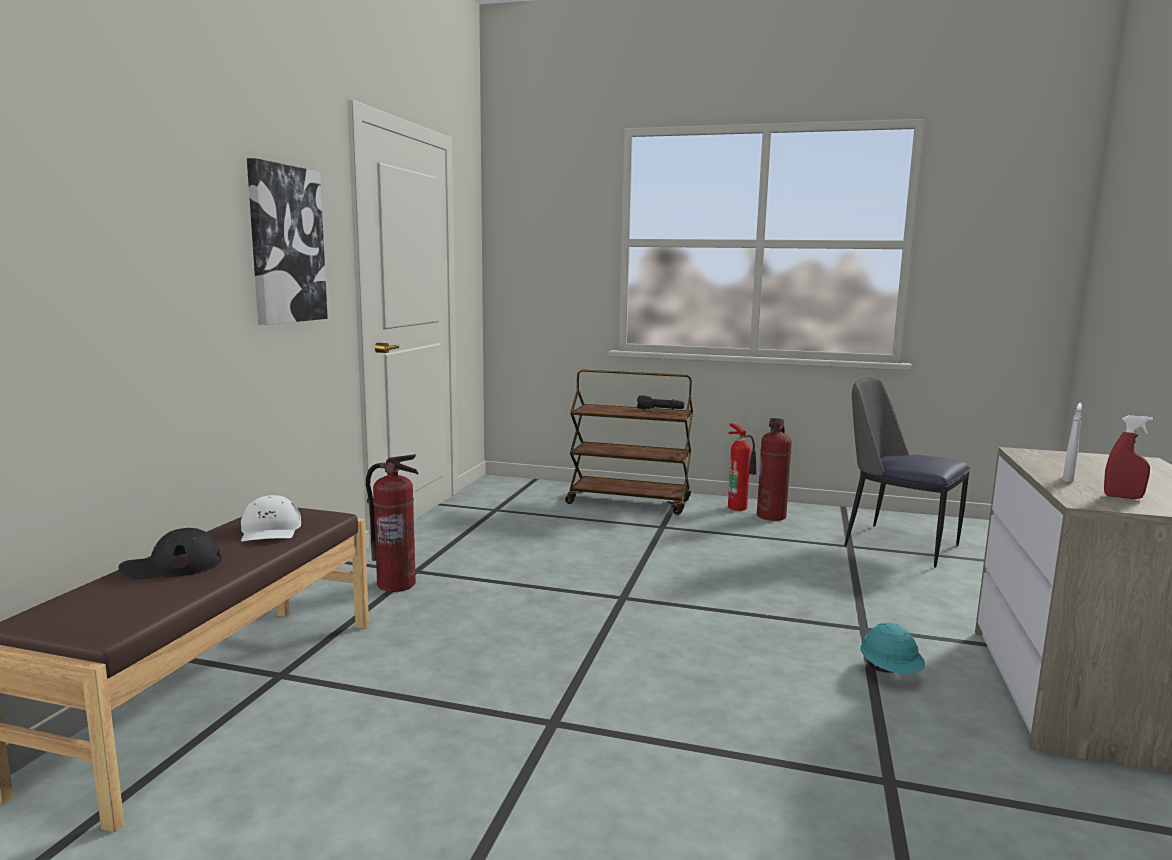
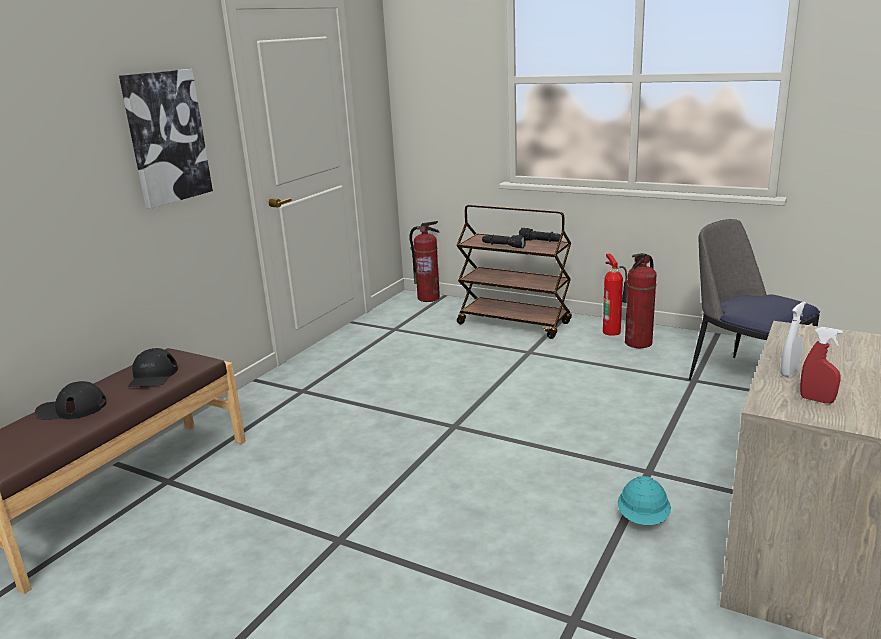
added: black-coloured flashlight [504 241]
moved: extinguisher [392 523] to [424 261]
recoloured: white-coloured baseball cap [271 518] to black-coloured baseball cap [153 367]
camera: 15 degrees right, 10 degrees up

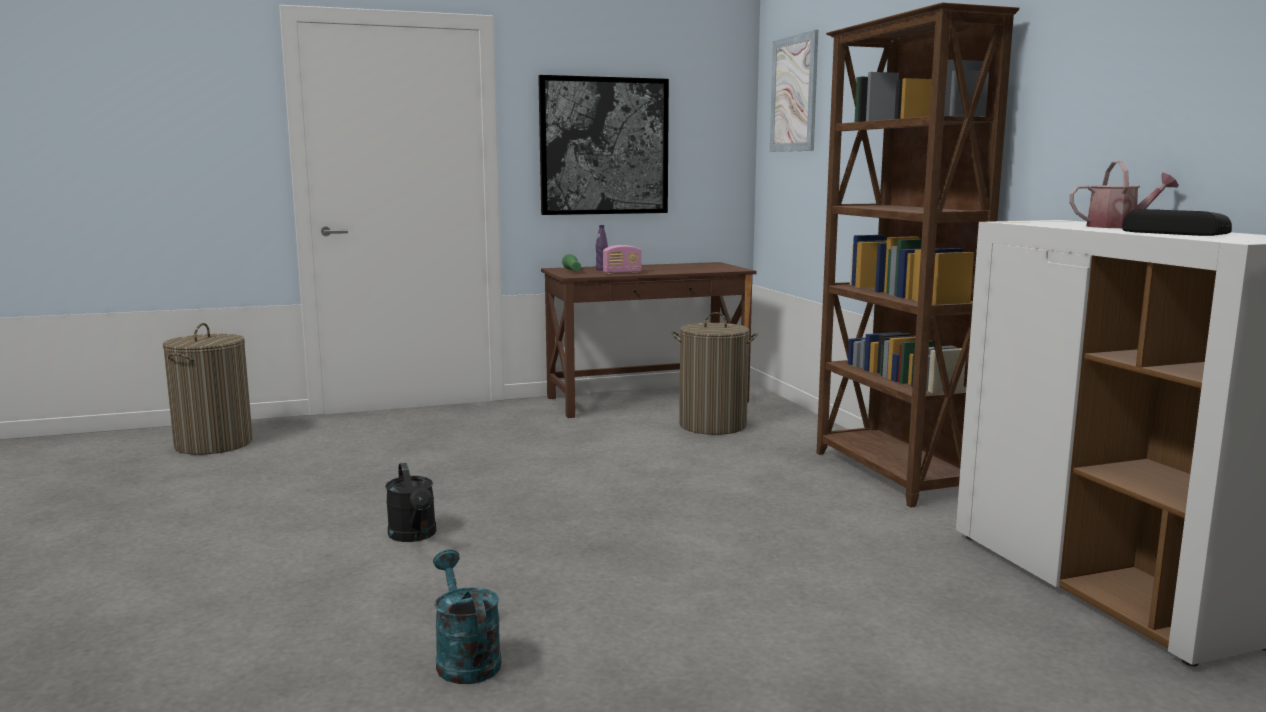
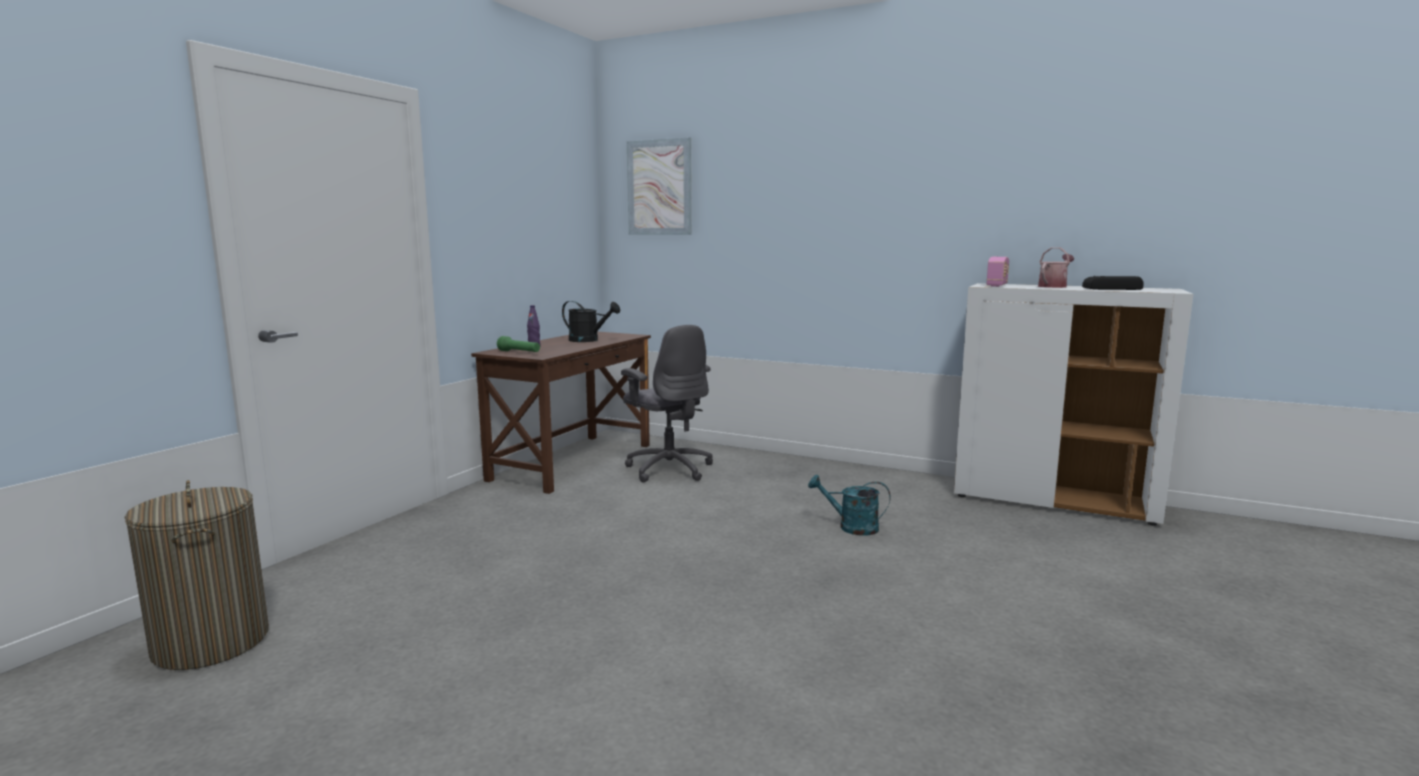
removed: brown-coloured bookshelf [918 255]; picture [603 145]
moved: radio set [622 259] to [997 272]; black-coloured sprinkling can [410 502] to [591 321]; turquoise-coloured sprinkling can [467 617] to [849 505]
replaced: washing basket [714 373] to grey desk chair [667 403]
camera: 45 degrees left, 0 degrees up

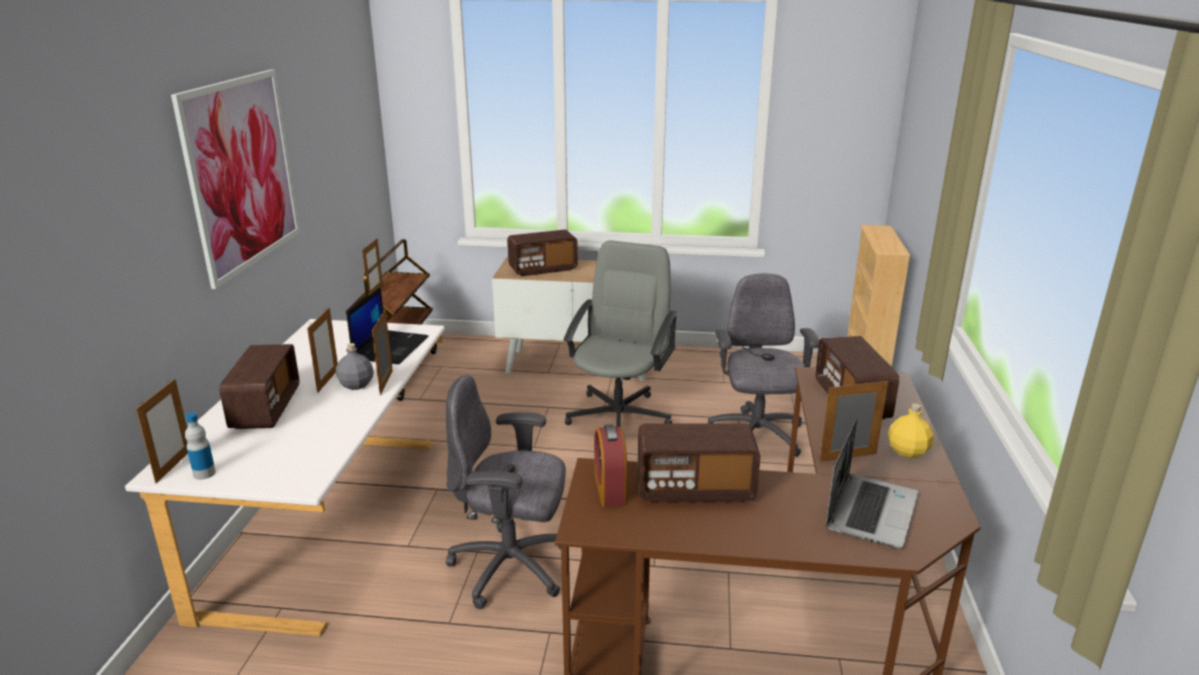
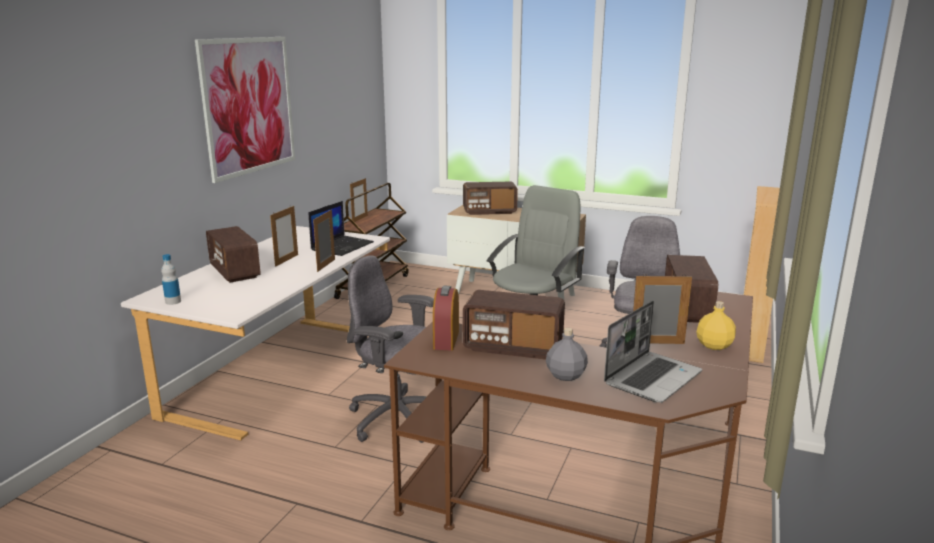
removed: standing frame [162 431]
moved: grey bottle [355 366] to [567 354]
turned: radio set [259 386] = [233 254] 135 degrees clockwise
camera: 15 degrees right, 5 degrees down

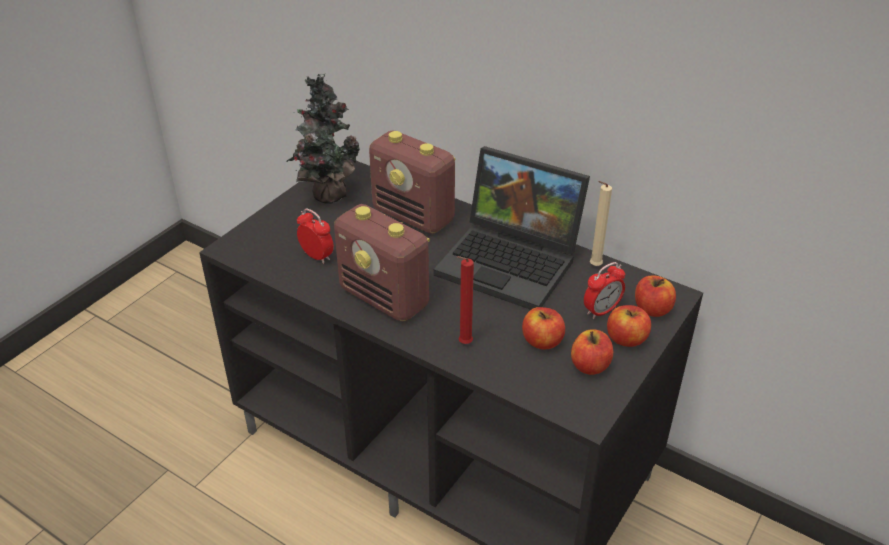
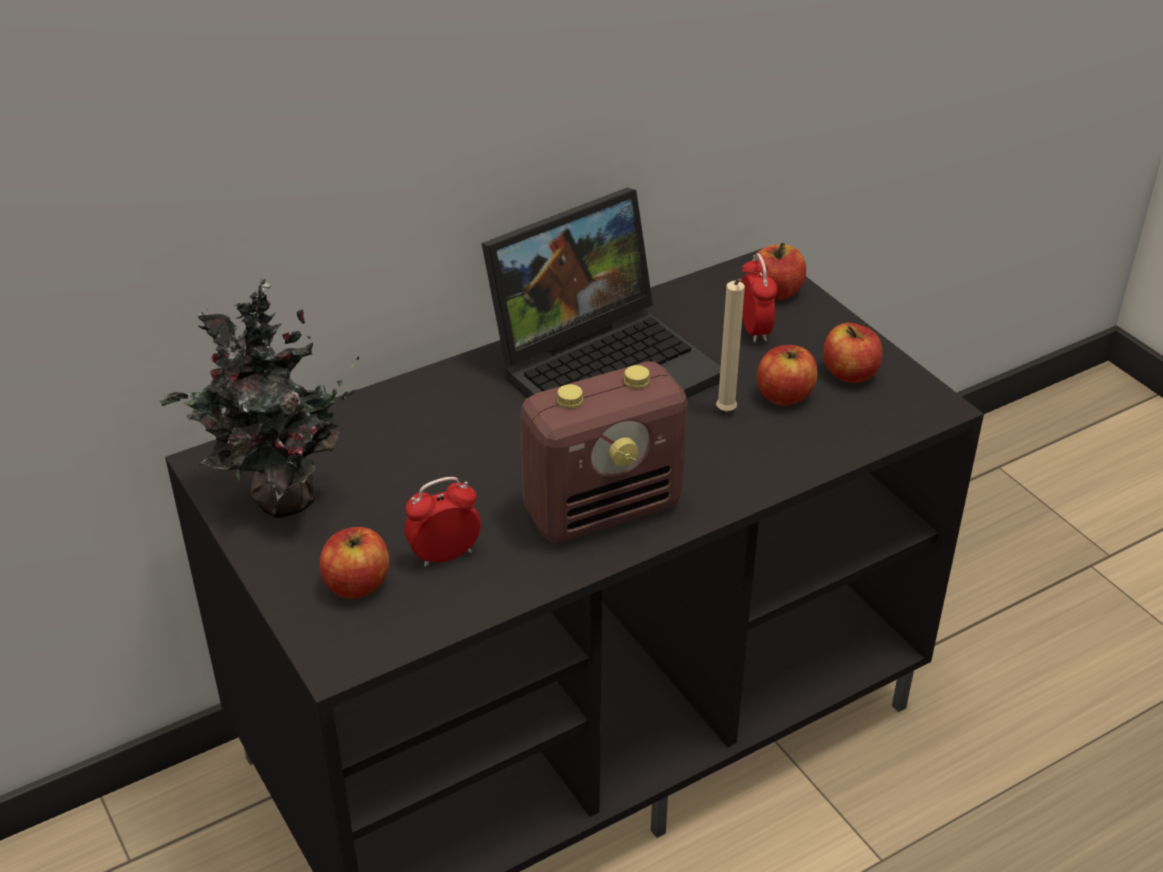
removed: radio set [412 182]; red-coloured candle [465 300]
moved: beige-coloured candle [601 223] to [730 345]; apple [629 326] to [354 563]
camera: 65 degrees left, 0 degrees up

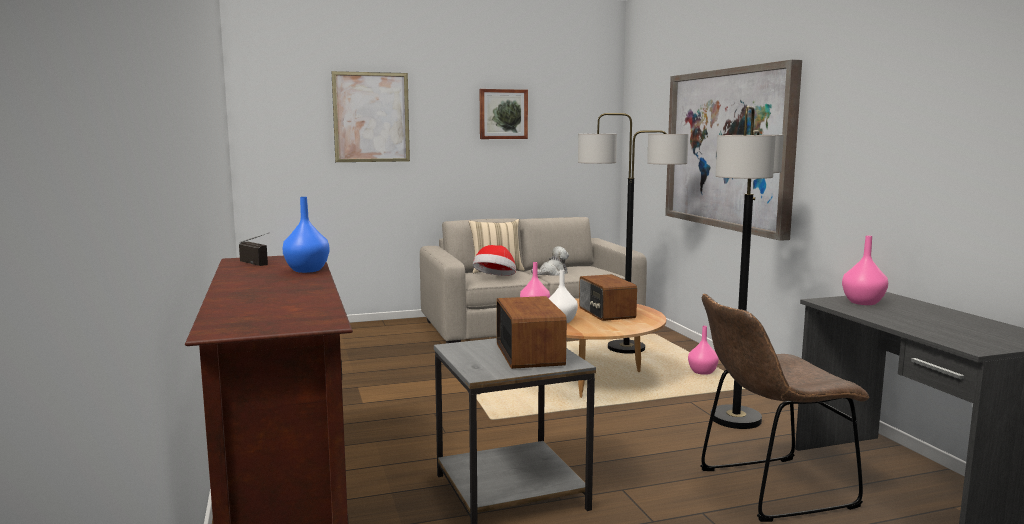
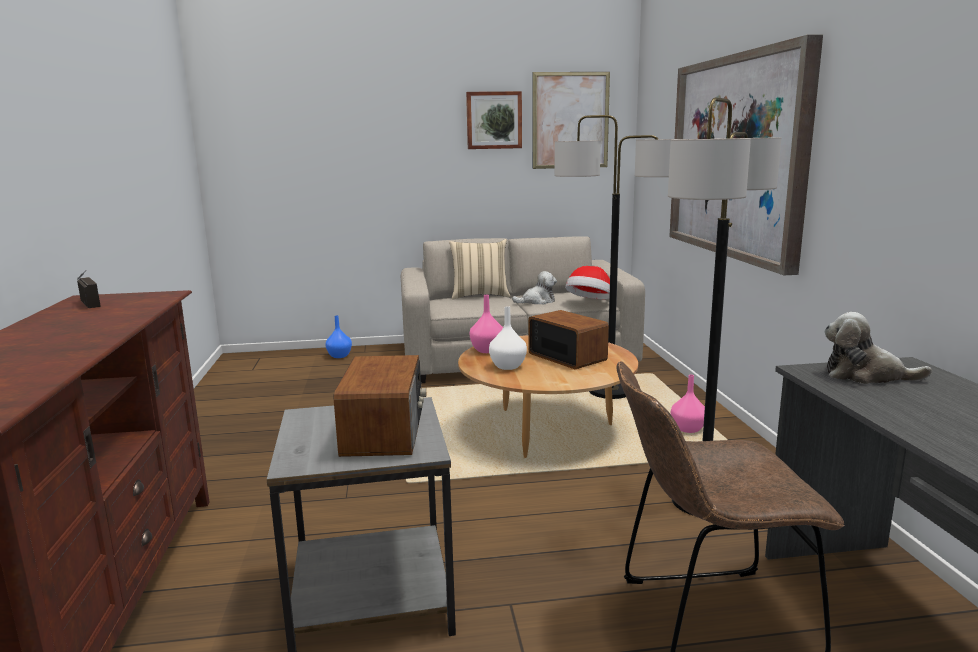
moved: picture [370 116] to [571 120]; blue-coloured flower vase [306 235] to [338 336]; clothing hat [494 260] to [587 282]
replaced: pinkish flower vase [865 270] to cuddly toy [878 348]
turned: radio set [608 297] = [568 339] 150 degrees clockwise
camera: 10 degrees right, 5 degrees up

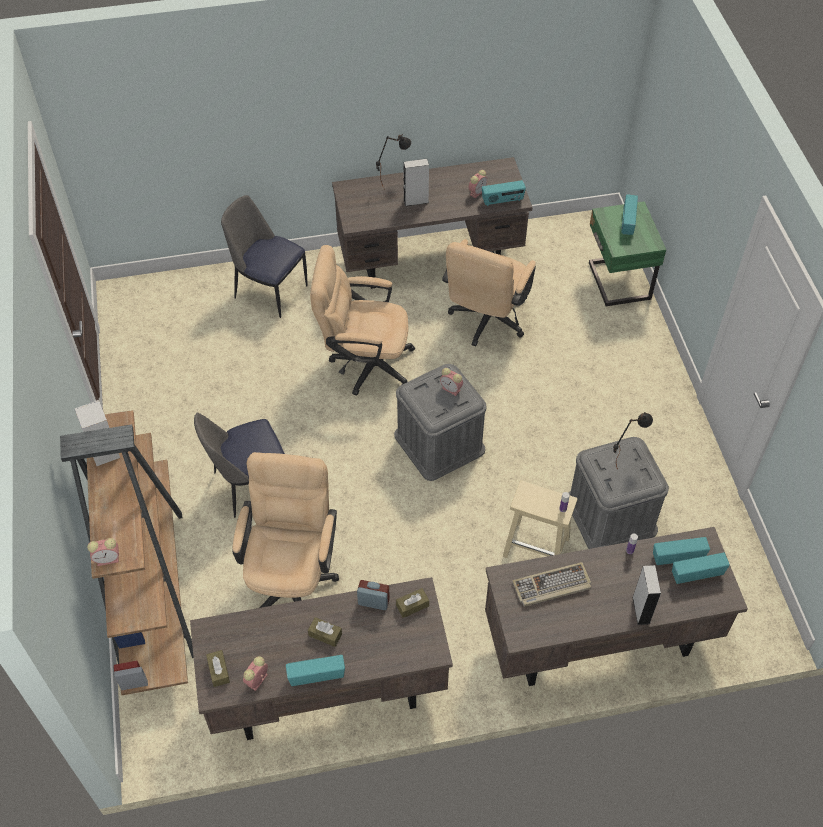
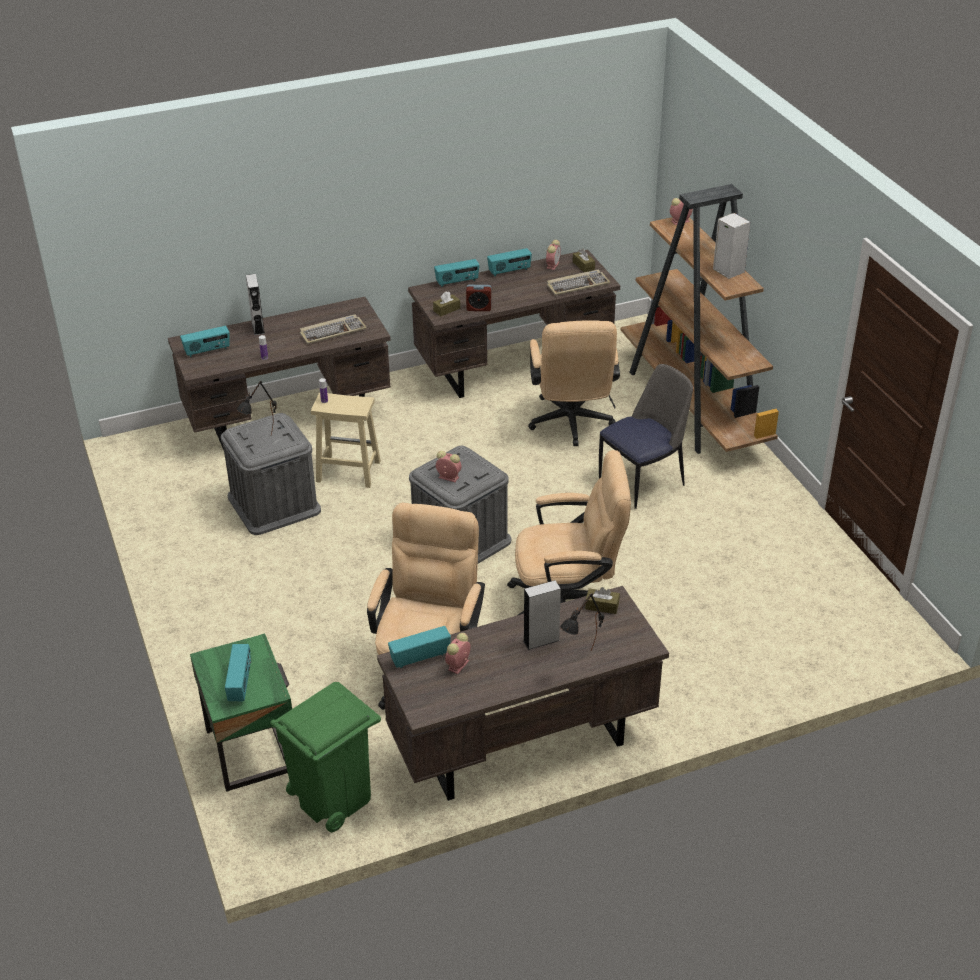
removed: upright chair [264 256]
added: computer keyboard [579 283]; greenish trash can [325 757]
moved: radio set [681 551] to [456 273]; brown-coloured tissue holder [325 632] to [602 600]
camera: 170 degrees right, 15 degrees down

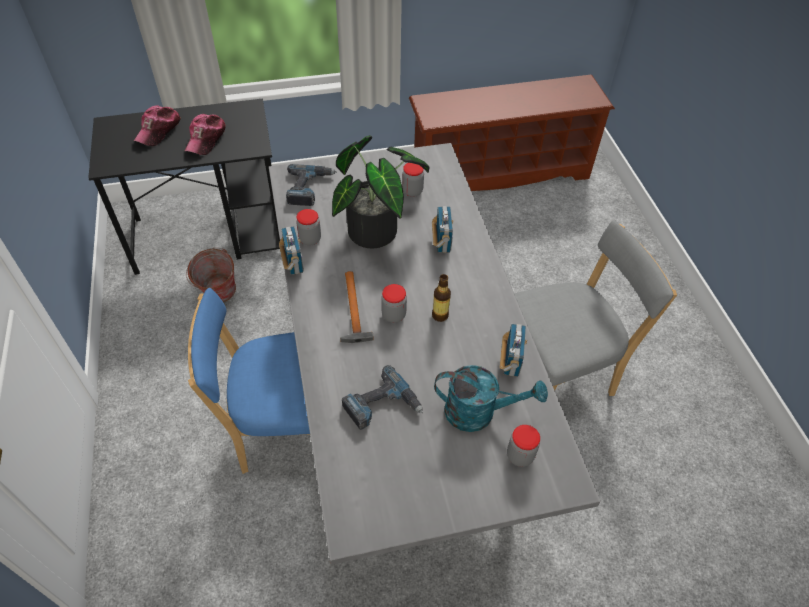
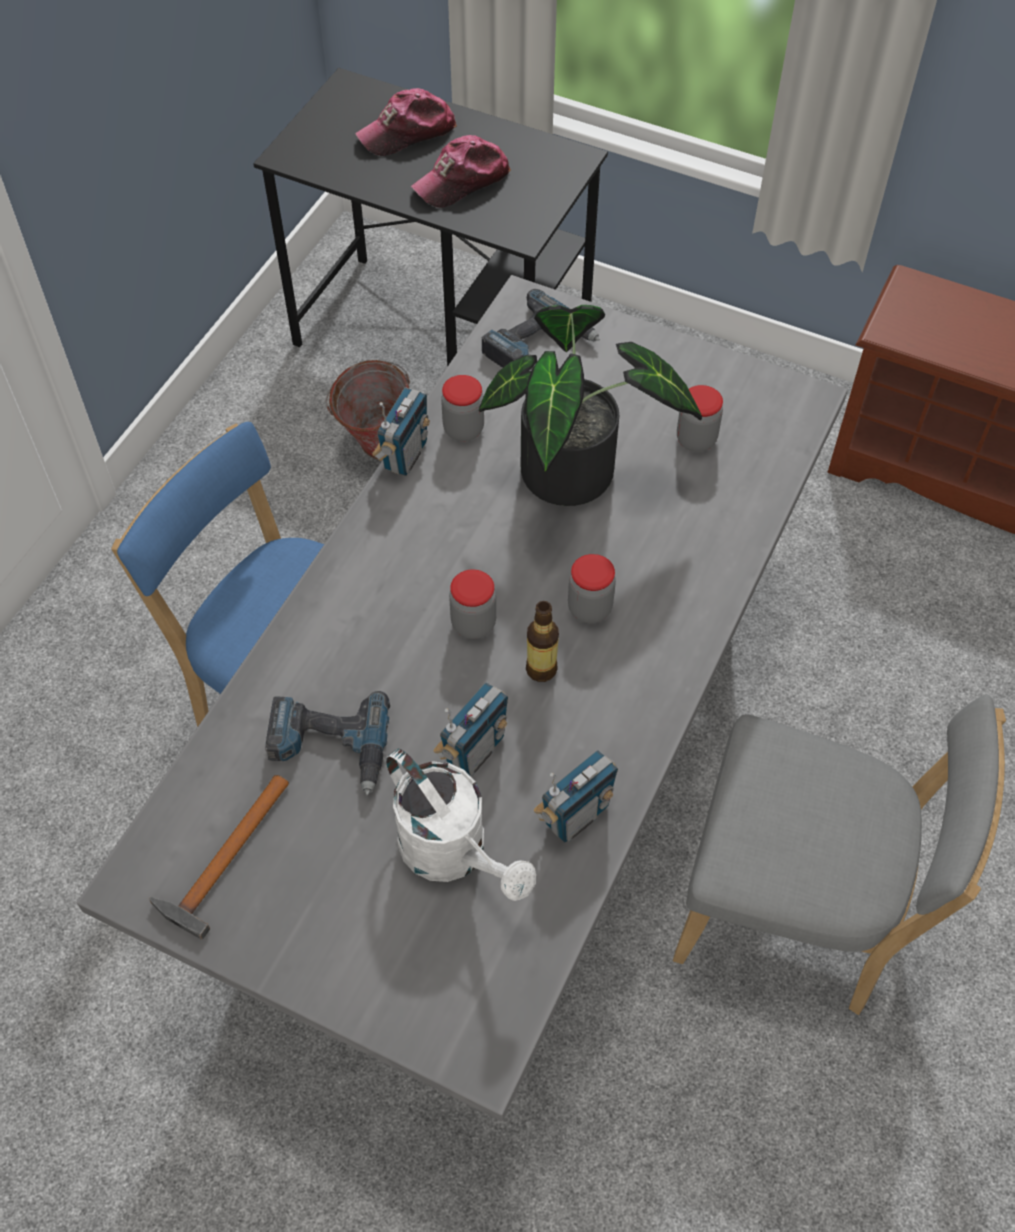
moved: radio set [442 229] to [471 729]; tool hammer [357 307] to [219 857]; preserve jar [523 446] to [592 588]
recoloured: turquoise-coloured sprinkling can [491 398] to white-coloured sprinkling can [461 825]
camera: 40 degrees right, 5 degrees up

